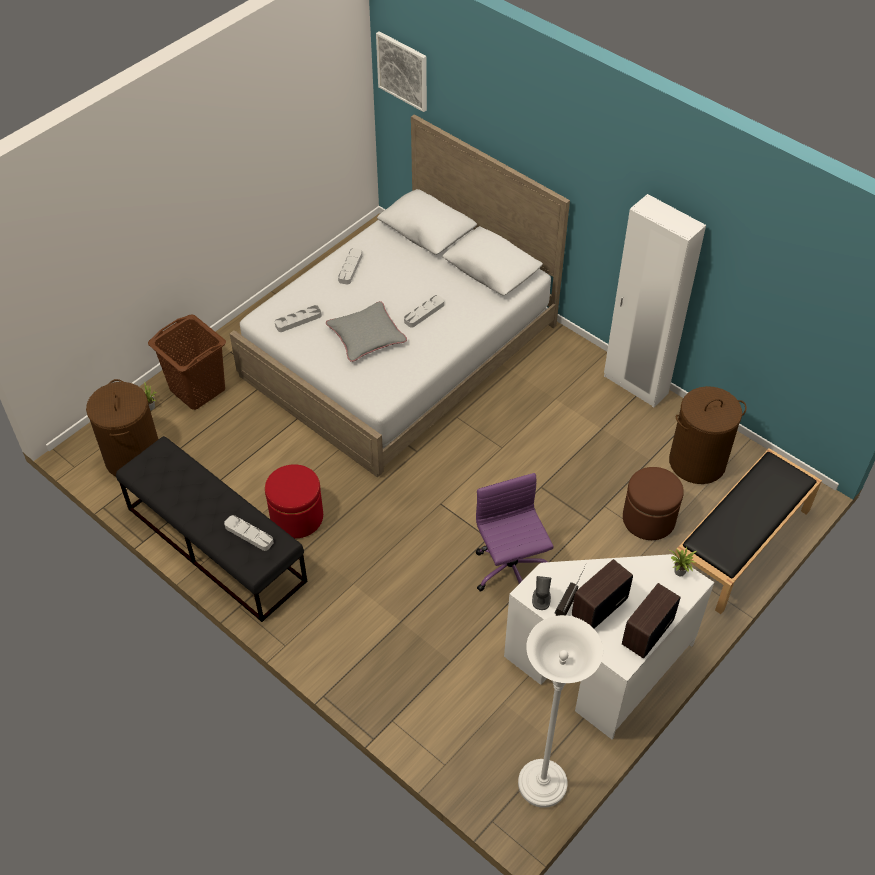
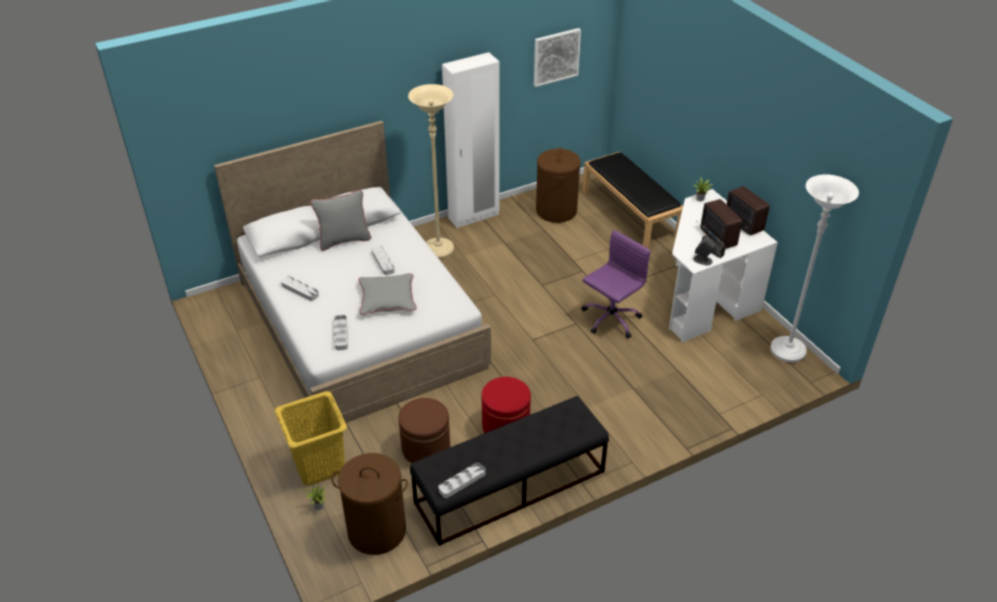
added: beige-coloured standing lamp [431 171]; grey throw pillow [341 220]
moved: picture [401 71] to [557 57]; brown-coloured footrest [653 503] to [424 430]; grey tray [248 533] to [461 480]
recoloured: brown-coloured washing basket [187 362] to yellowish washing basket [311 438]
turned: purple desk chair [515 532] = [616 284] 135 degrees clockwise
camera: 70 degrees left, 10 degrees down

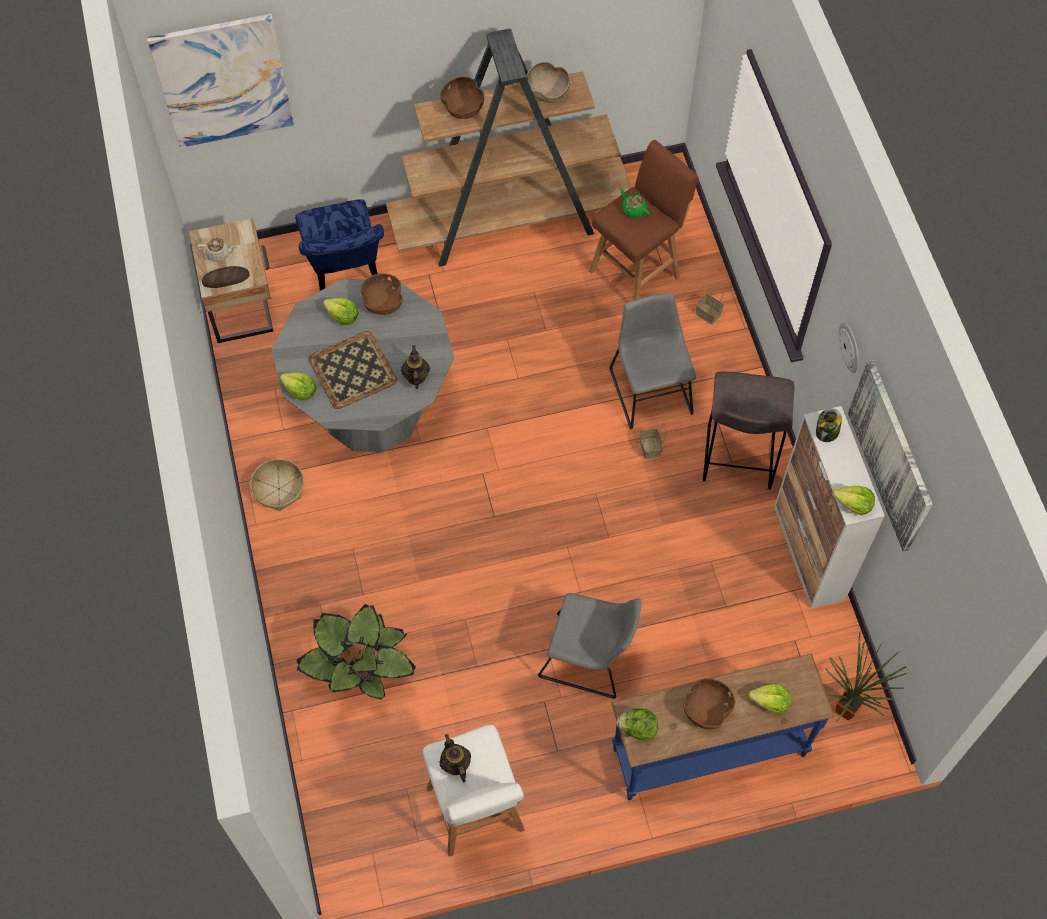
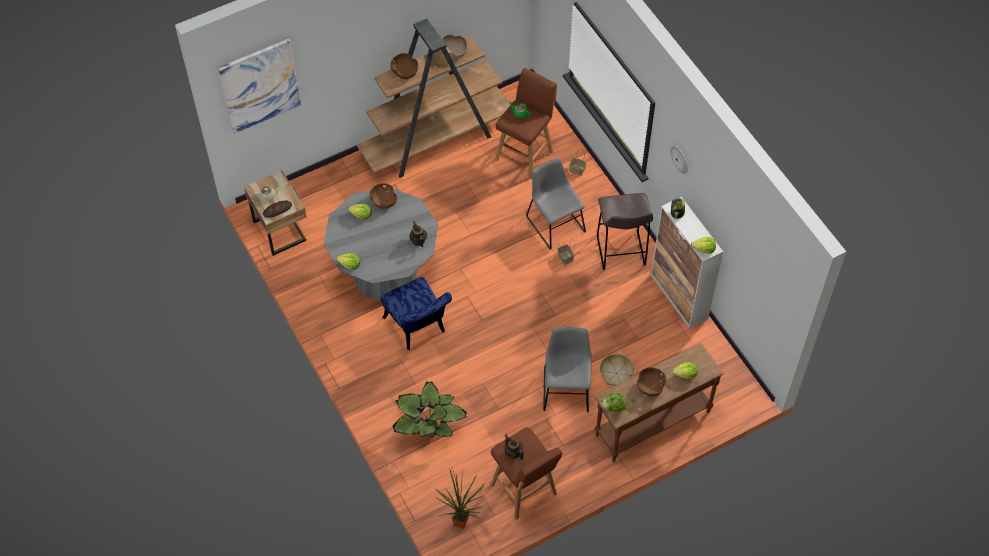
removed: tray [353 370]; picture [890 455]
moved: blue-coloured upright chair [339 245] to [416 313]; household basket [277 485] to [617 370]; potted plant [866 677] to [460 499]
recoloured: blue-coloured console table [722 727] to brown-coloured console table [659 402]; white-coloured stool [474 791] to brown-coloured stool [526 473]
turned: grey upright chair [590 646] = [567 370] 90 degrees counterclockwise
camera: 15 degrees left, 5 degrees down

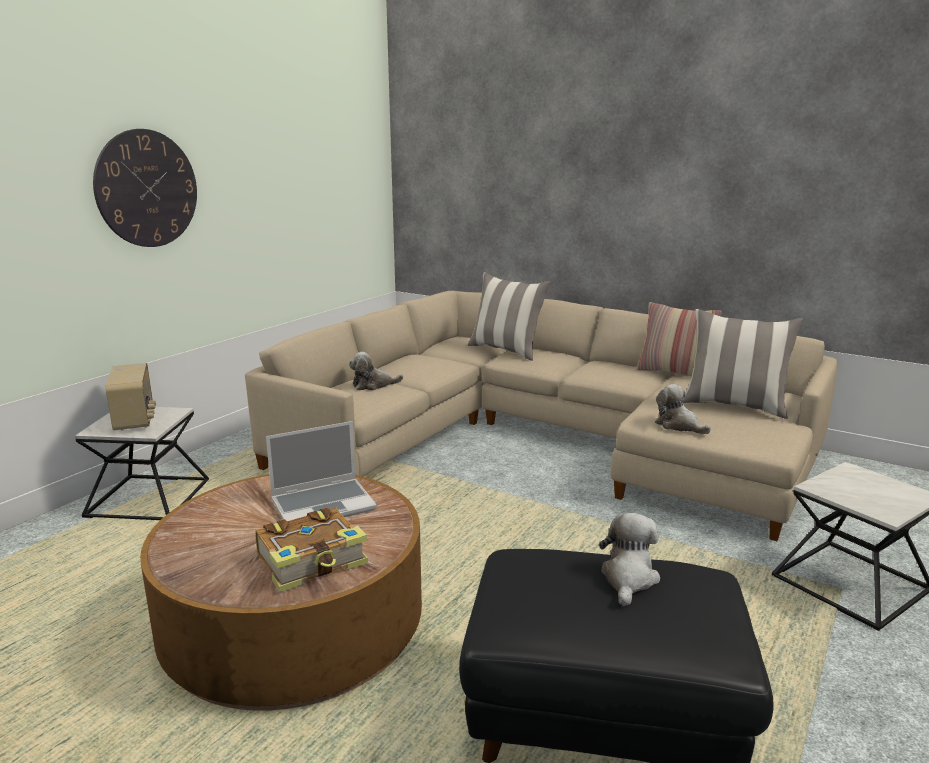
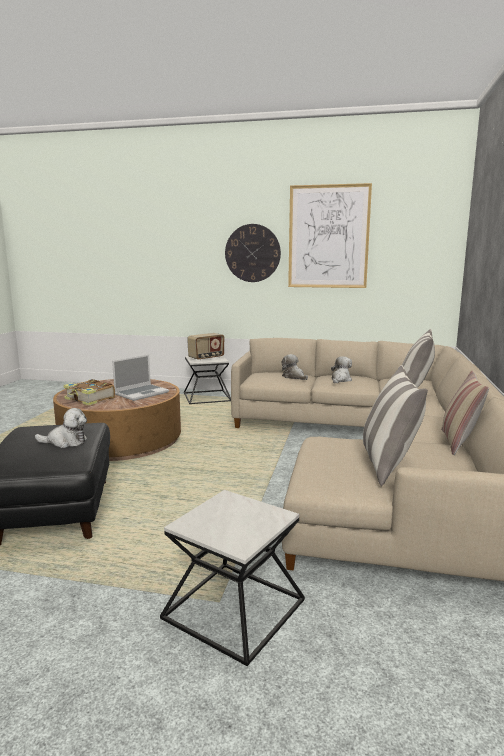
added: picture [330 235]
moved: cuddly toy [683 409] to [341 369]
turned: laptop [321 471] = [140 378] 90 degrees counterclockwise
camera: 70 degrees right, 5 degrees down

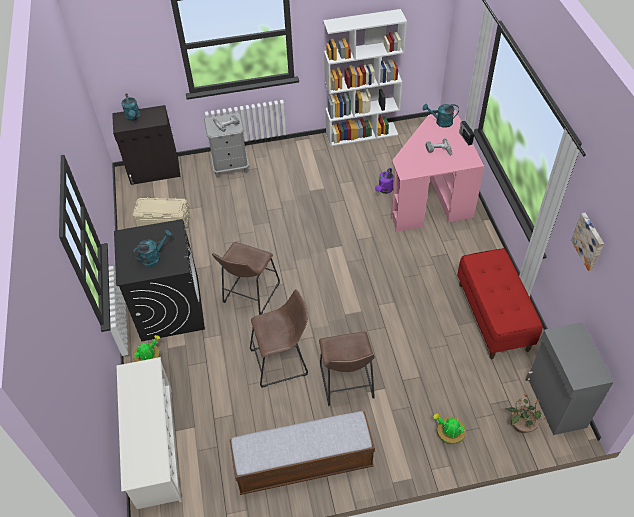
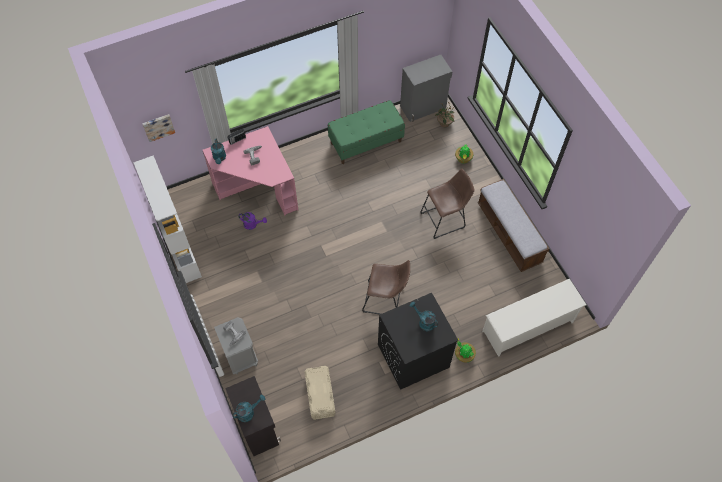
removed: brown-coloured stool [279 338]
moved: picture [587 242] to [158 128]
recoloured: red-coloured indoor bench [500 303] to greenish indoor bench [366 132]
camera: 105 degrees left, 10 degrees up

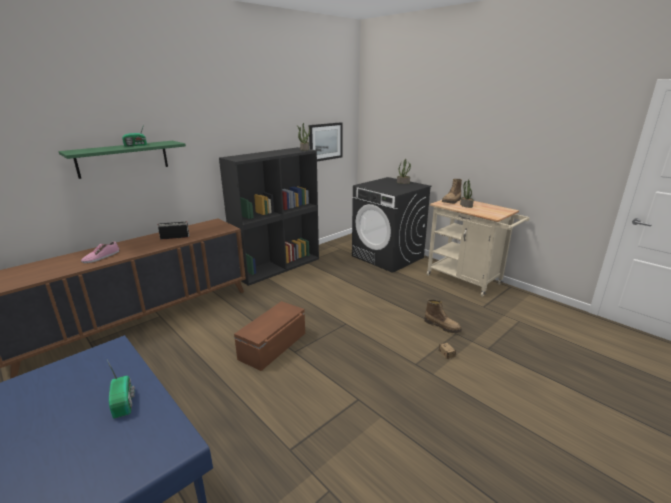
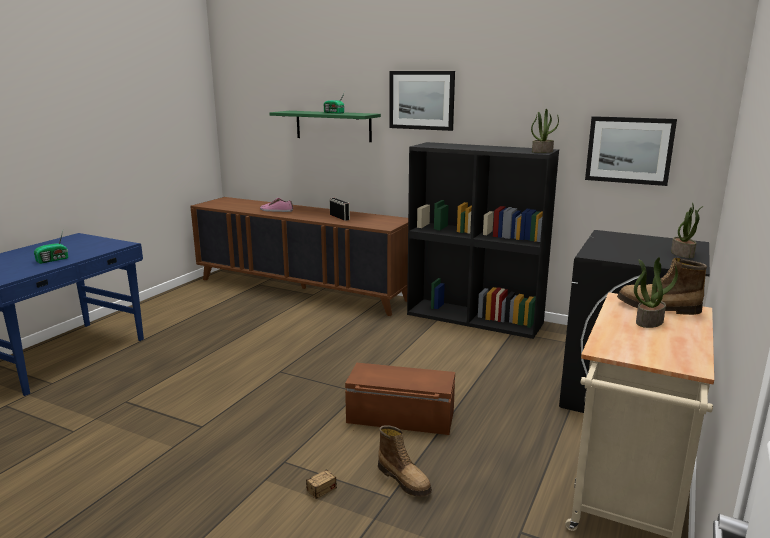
added: picture [422 101]
moved: brown-coloured storage container [269 336] to [400 399]
turned: boot [443 316] = [405 461] 60 degrees counterclockwise
camera: 70 degrees right, 5 degrees down

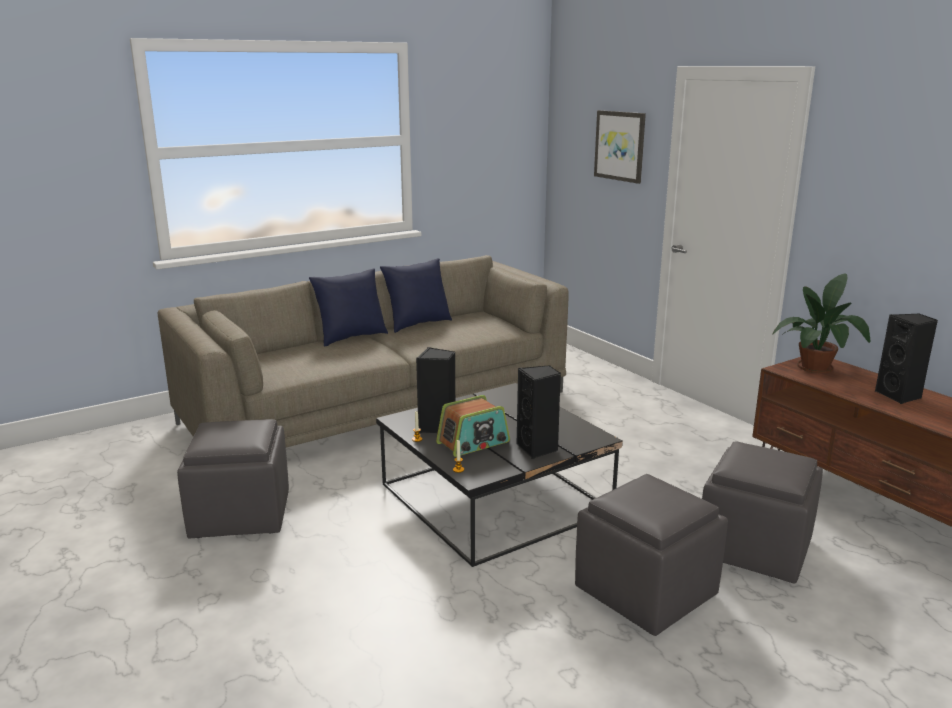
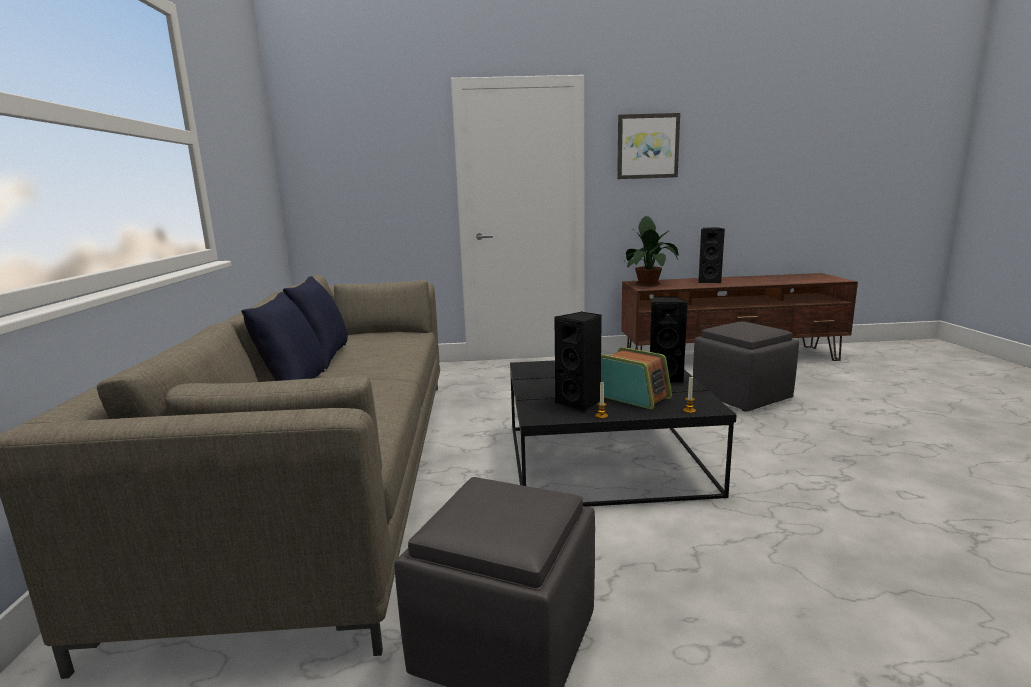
removed: grey footrest [651 555]
moved: picture [620 147] to [648 146]
turned: radio set [473 426] = [636 378] 45 degrees counterclockwise
camera: 60 degrees left, 5 degrees down

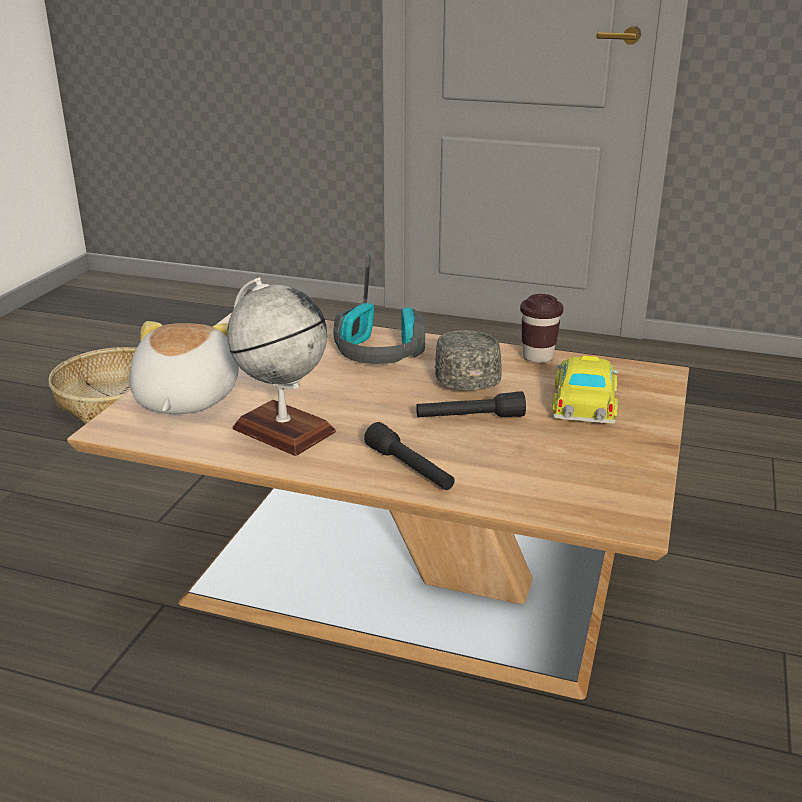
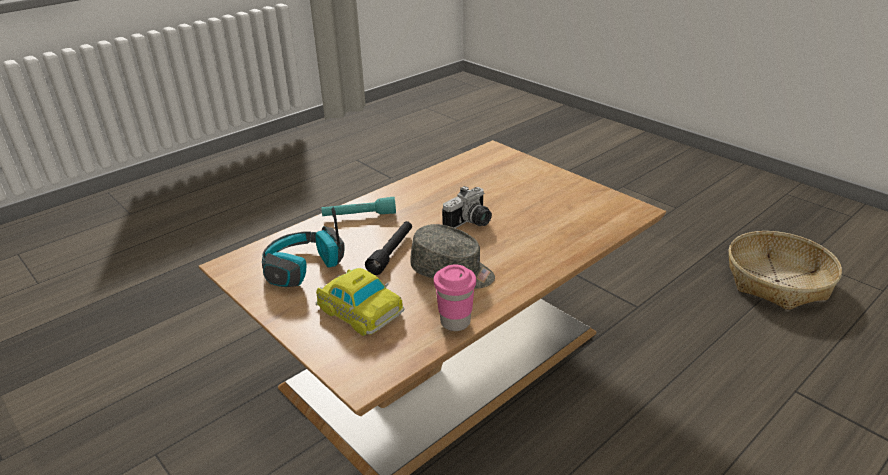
removed: globe [281 366]; cuddly toy [184 367]
added: photo camera [467 207]
moved: headset [379 309] to [303 247]
recoloured: brown-coloured cup [542 328] to pinkish cup [455 297]; black-coloured flashlight [409 456] to turquoise-coloured flashlight [359 206]
camera: 120 degrees right, 5 degrees up

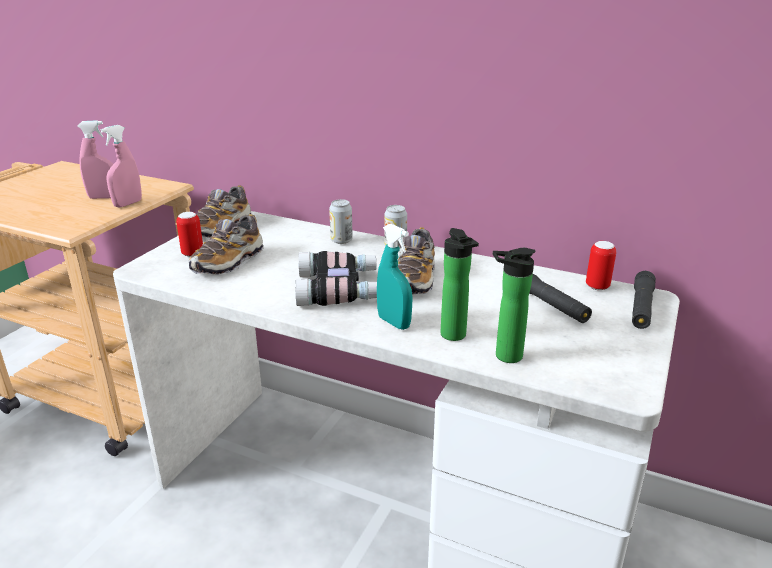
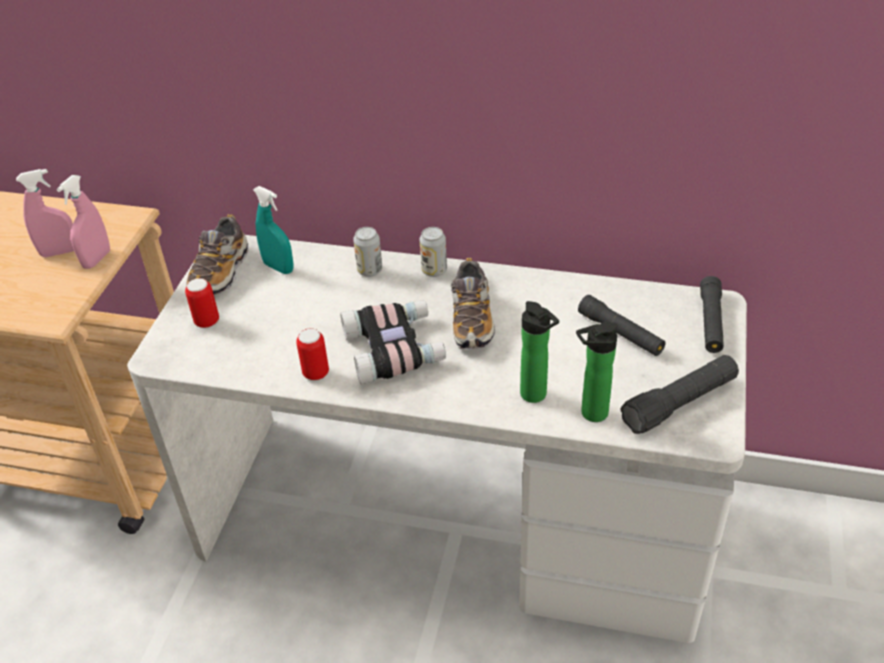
removed: item of footwear [226 244]
added: black-coloured flashlight [680 394]
moved: turquoise-coloured sprayer [395 277] to [273 230]; metal can [601 265] to [312 354]
camera: 10 degrees left, 15 degrees up

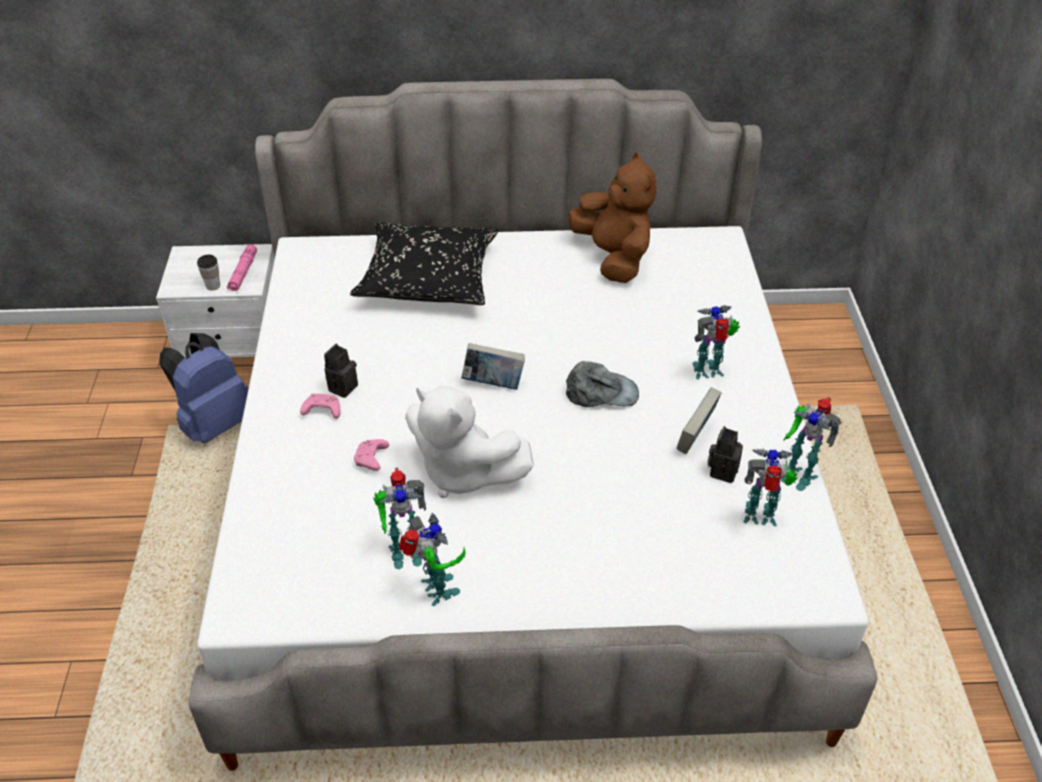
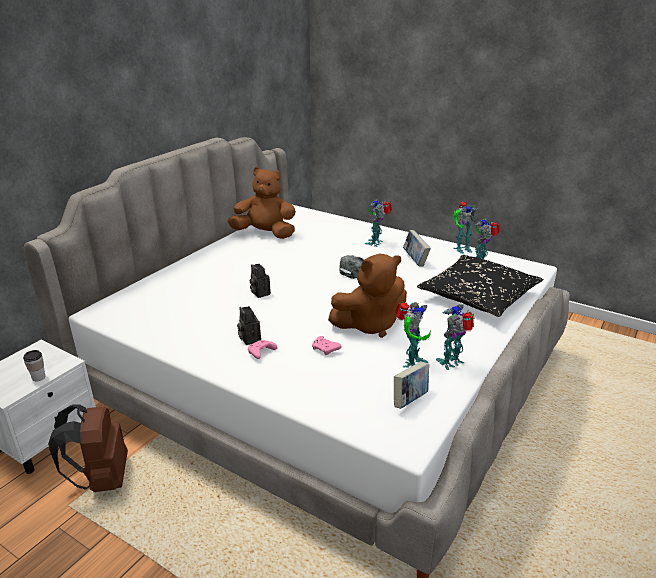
removed: pinkish flashlight [242 267]
moved: black-coloured throw pillow [424 263] to [480 286]; bound book [493 366] to [411 385]; photo camera [725 454] to [260 281]
recoloured: blue-coloured rucksack [204 388] to brown-coloured rucksack [88 448]; white-coloured cuddly toy [469 442] to brown-coloured cuddly toy [367 296]
turned: robot figure [432 559] = [455 337] 45 degrees counterclockwise
camera: 55 degrees left, 15 degrees down

